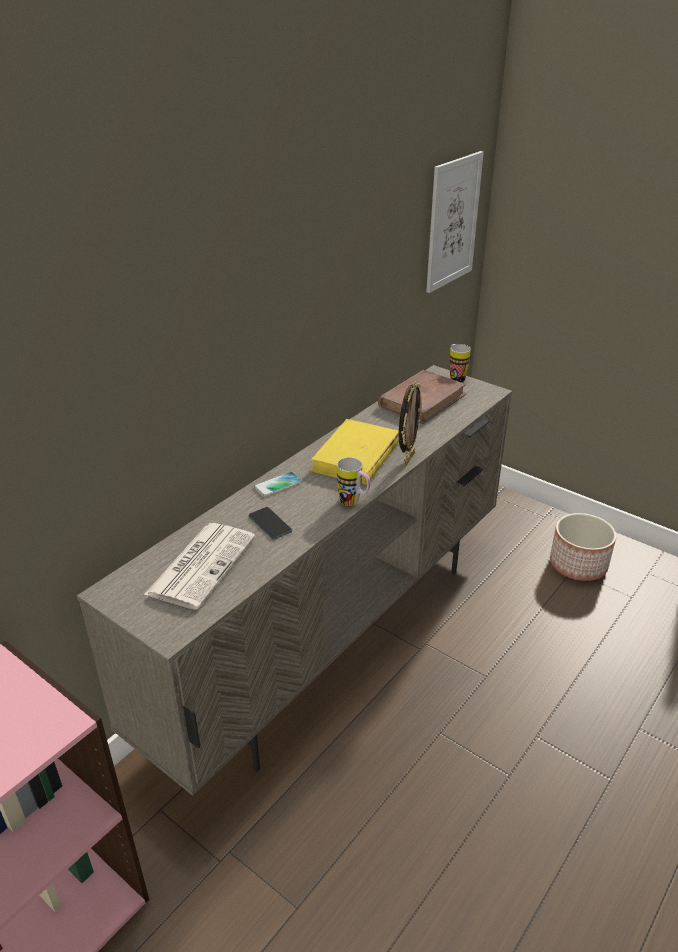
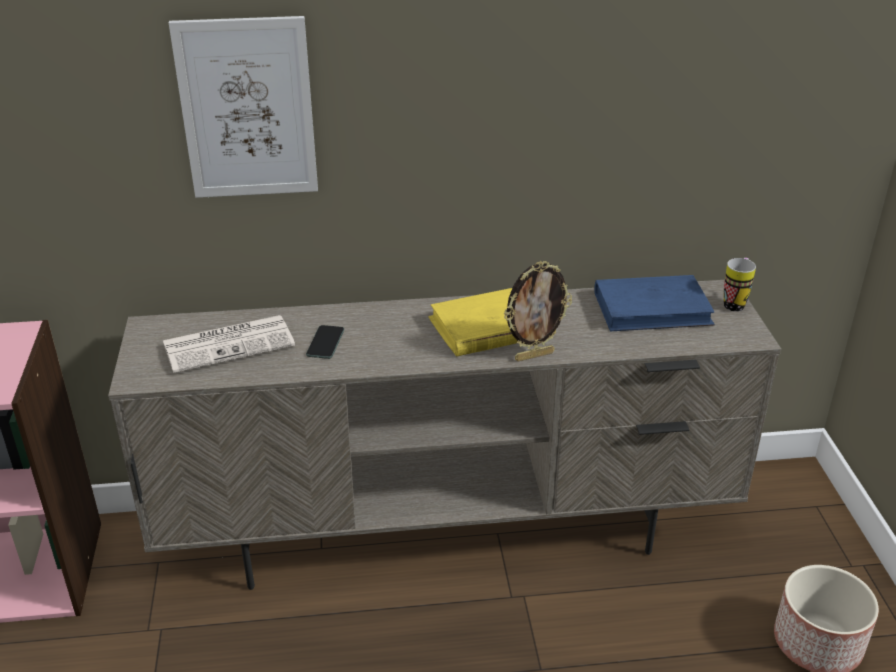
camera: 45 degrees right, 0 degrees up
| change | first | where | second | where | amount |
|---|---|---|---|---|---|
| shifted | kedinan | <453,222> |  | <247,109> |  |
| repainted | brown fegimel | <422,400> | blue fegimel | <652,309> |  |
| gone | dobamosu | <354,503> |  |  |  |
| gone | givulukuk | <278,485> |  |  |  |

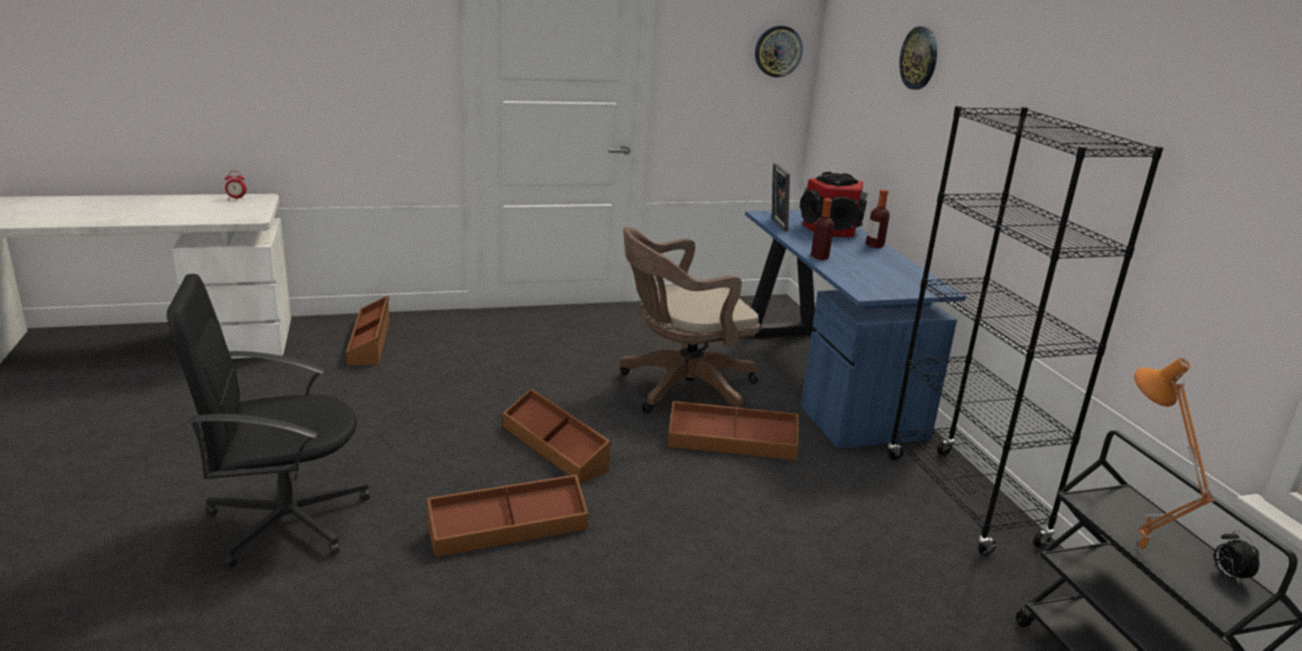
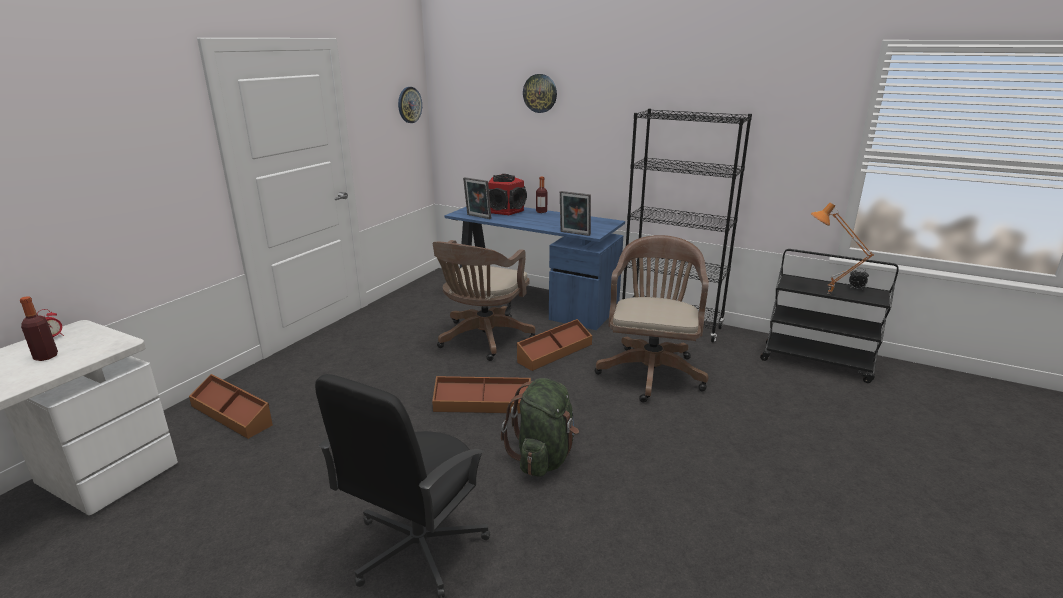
camera: 45 degrees left, 0 degrees up
| change | first | where | second | where | amount |
|---|---|---|---|---|---|
| shifted | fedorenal | <819,257> |  | <46,356> |  |
| swapped | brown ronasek | <508,529> | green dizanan | <543,457> |  |
| new |  |  | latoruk | <574,234> |  |
| new |  |  | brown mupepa | <651,371> |  |

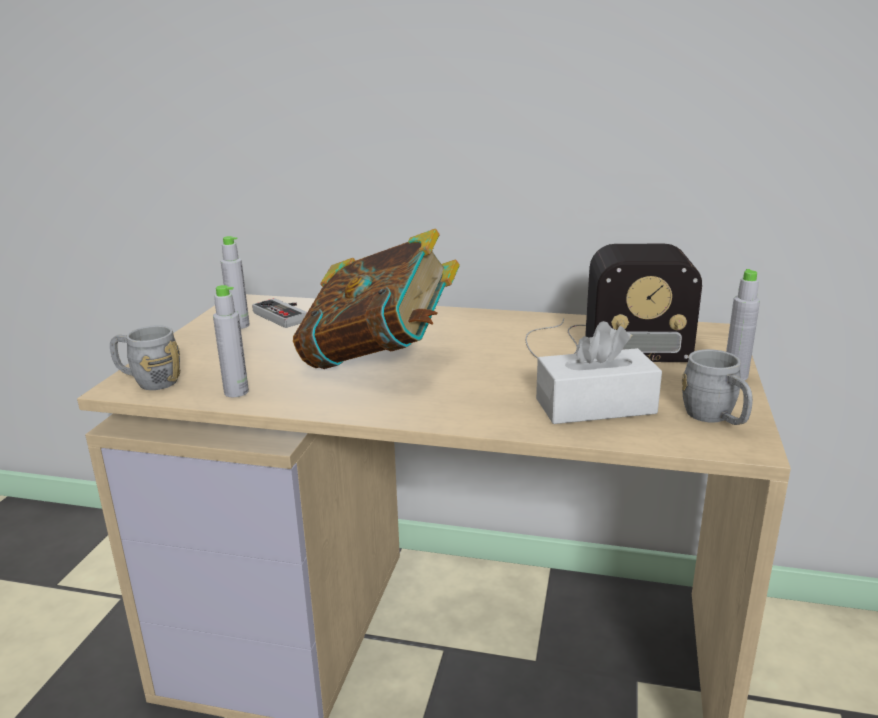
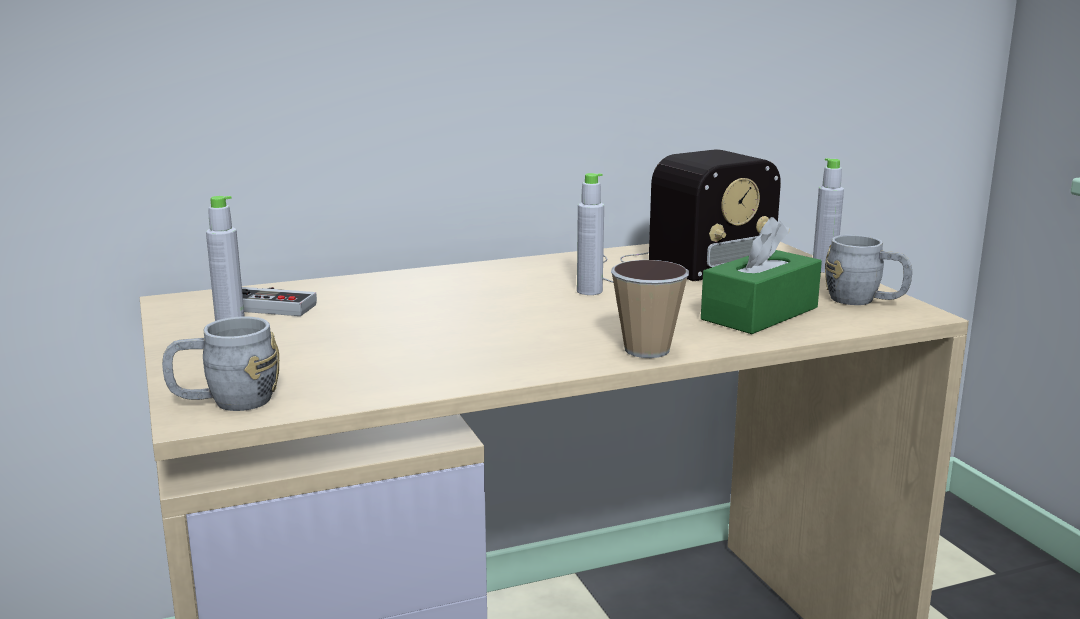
camera: 35 degrees left, 5 degrees down
| change | first | where | second | where | amount |
|---|---|---|---|---|---|
| gone | fegimel | <380,359> |  |  |  |
| shifted | grey fedorenal | <236,392> |  | <589,291> |  |
| repainted | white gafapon | <595,406> | green gafapon | <759,313> |  |
| new |  |  | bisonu | <647,350> |  |

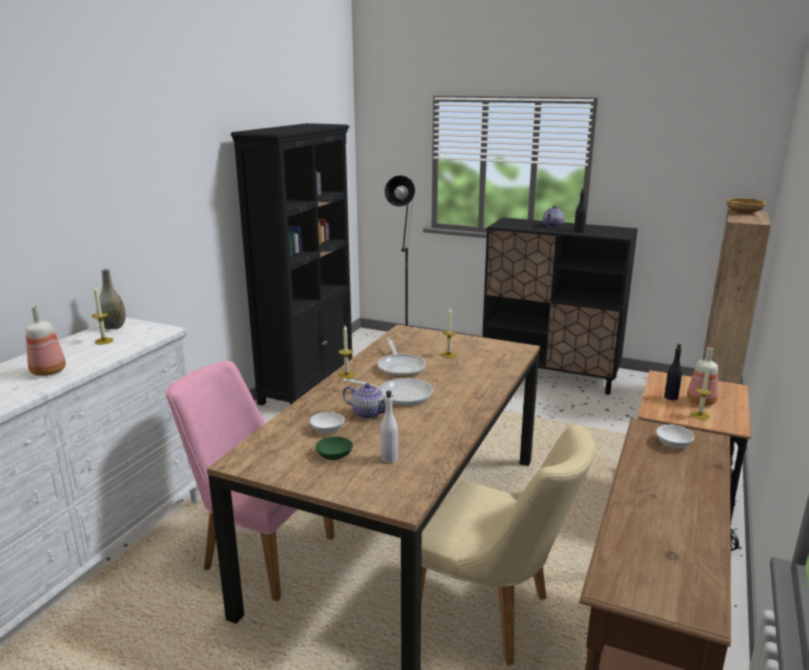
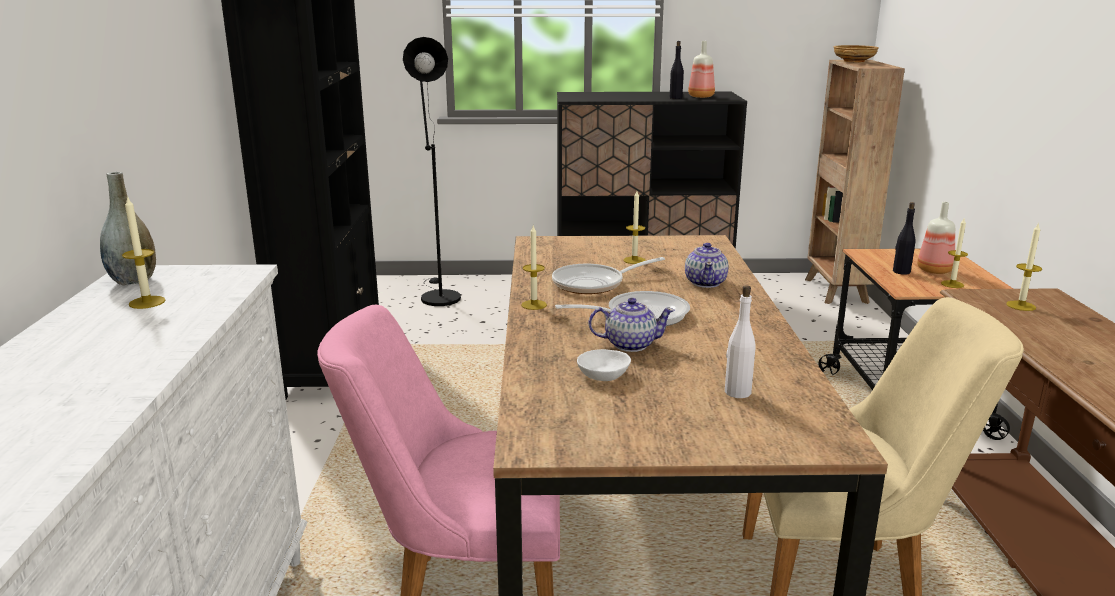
camera: 25 degrees left, 0 degrees up
| change | first | where | second | where | amount |
|---|---|---|---|---|---|
| shifted | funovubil | <553,226> |  | <706,282> |  |
| shifted | fedorenal | <49,371> |  | <701,96> |  |
| rotated | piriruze | <400,367> |  | <594,284> | 105 degrees clockwise |
| swapped | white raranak | <672,443> | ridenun | <1021,306> |  |
| gone | green raranak | <335,454> |  |  |  |

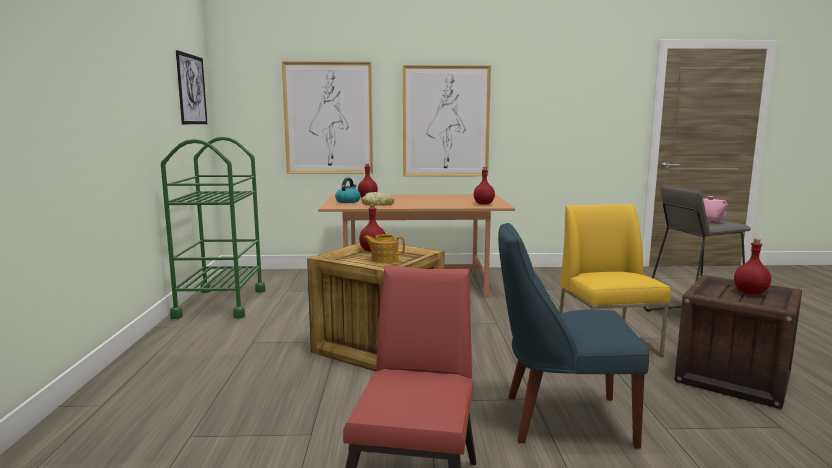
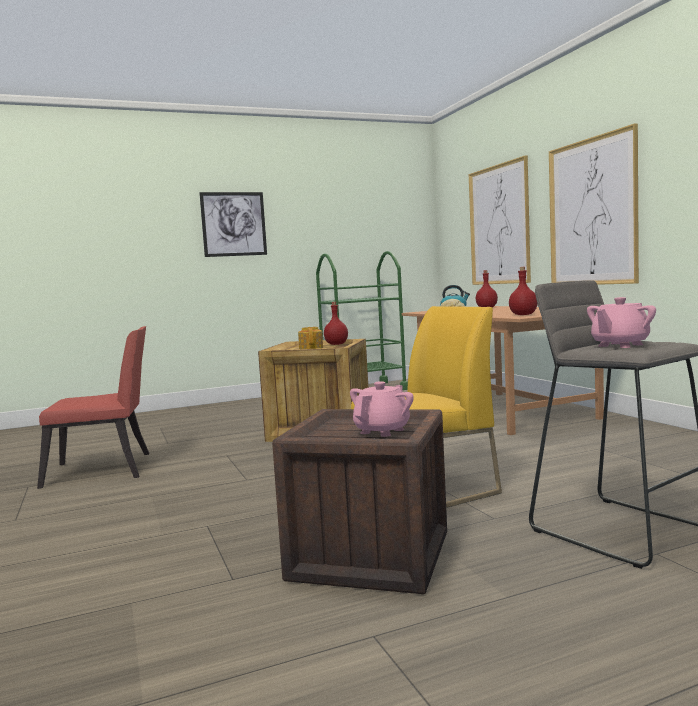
camera: 70 degrees right, 5 degrees down
| change | first | where | second | where | amount |
|---|---|---|---|---|---|
| shifted | kedinan | <191,89> |  | <233,224> |  |
| gone | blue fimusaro | <561,419> |  |  |  |
| swapped | red fedorenal | <751,292> | pink funovubil | <382,431> |  |

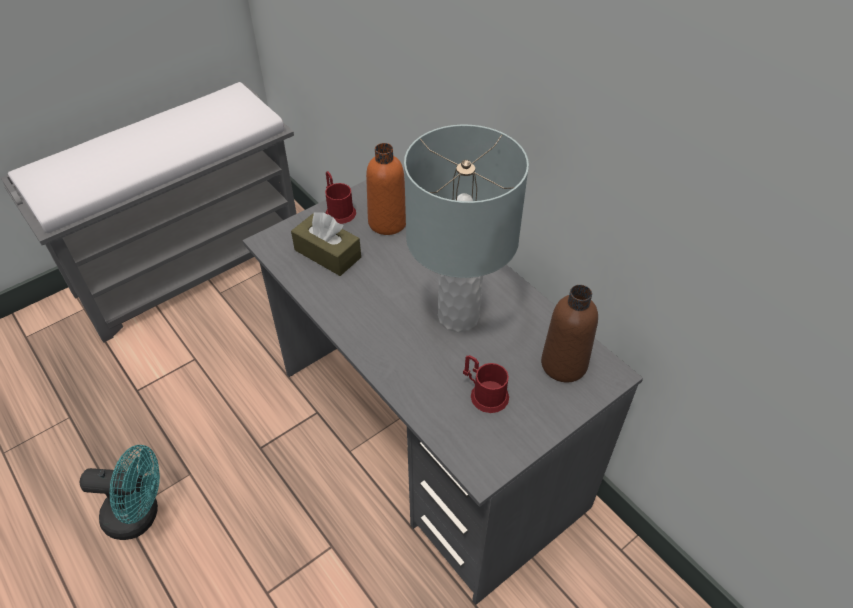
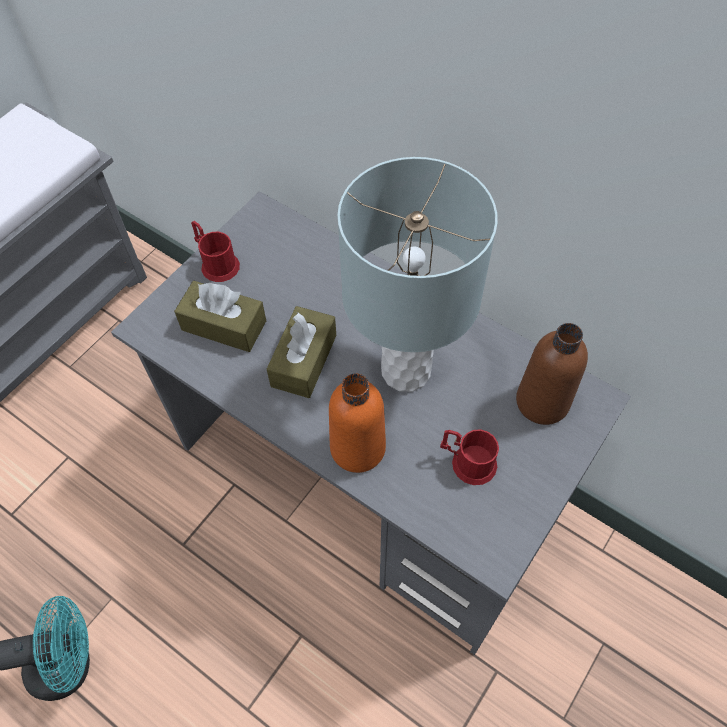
camera: 15 degrees left, 10 degrees up
| change | first | where | second | where | amount |
|---|---|---|---|---|---|
| shifted | orange fedorenal | <387,222> |  | <357,448> |  |
| new |  |  | brown gafapon | <304,360> |  |

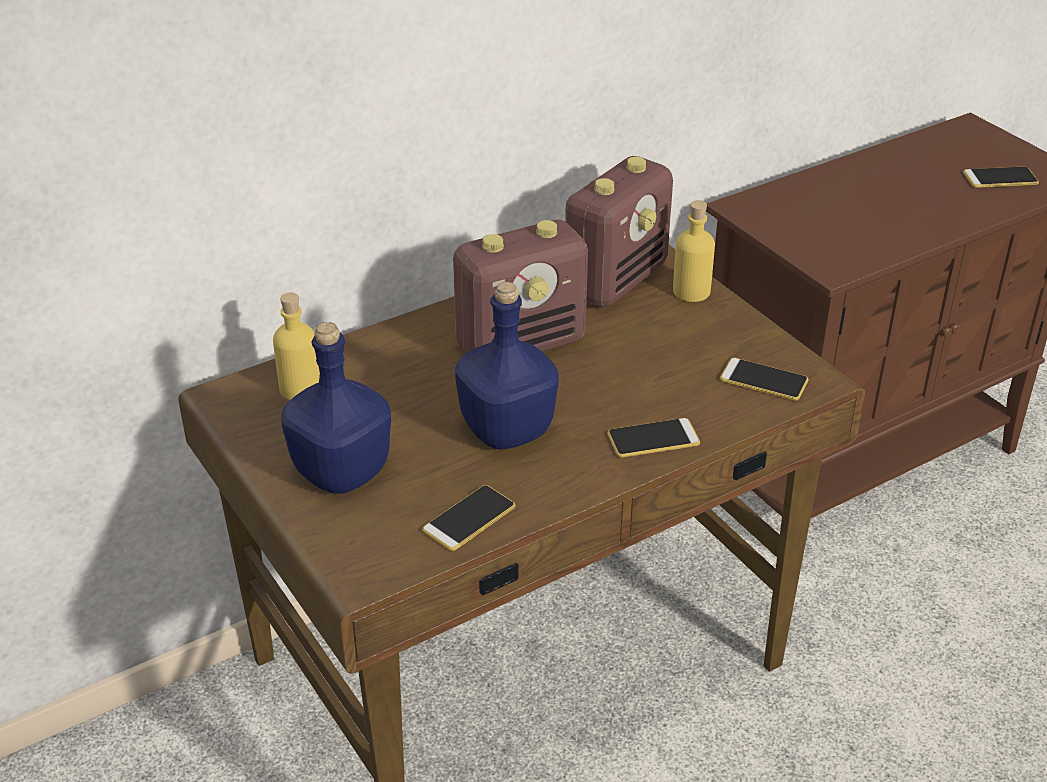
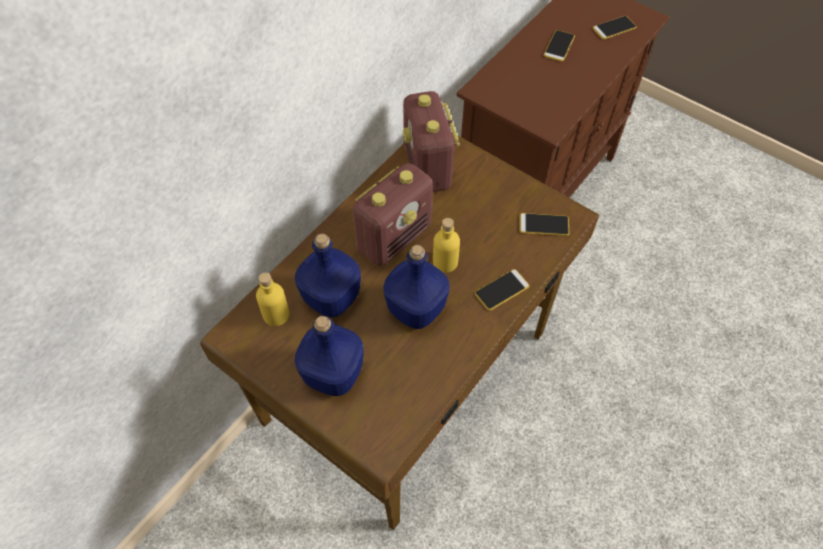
camera: 20 degrees left, 20 degrees up
| change | first | where | second | where | amount |
|---|---|---|---|---|---|
| rotated | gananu | <616,280> |  | <427,168> | 150 degrees clockwise |
| shifted | yellow fedorenal | <691,291> |  | <445,262> |  |
| shifted | givulukuk | <469,519> |  | <559,46> |  |
| new |  |  | blue fedorenal | <331,299> |  |

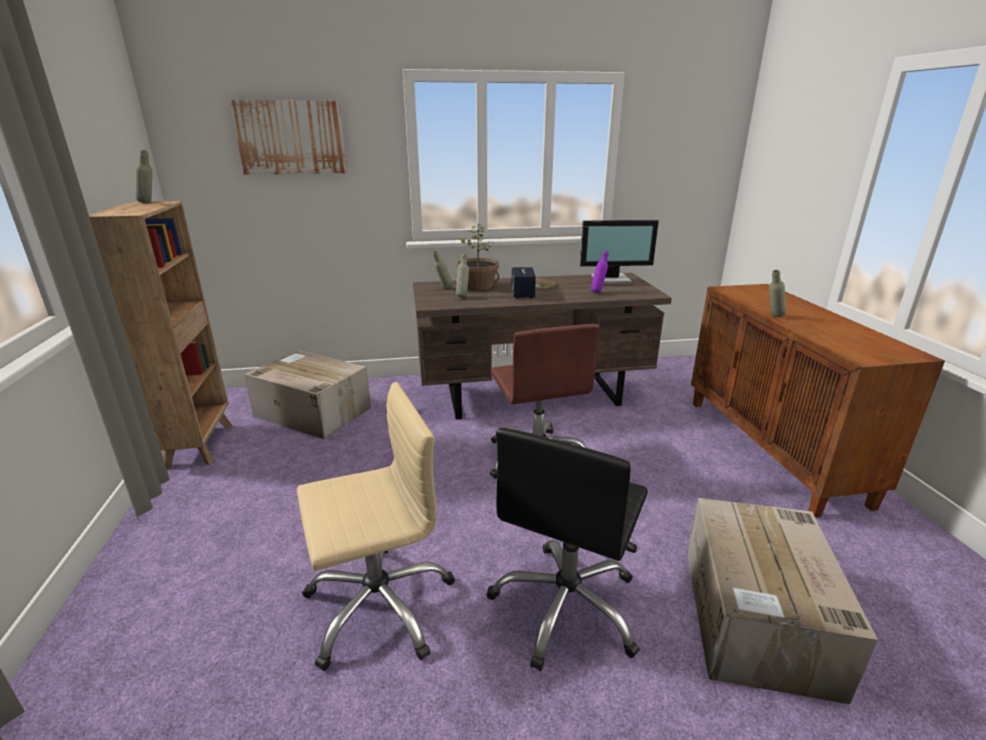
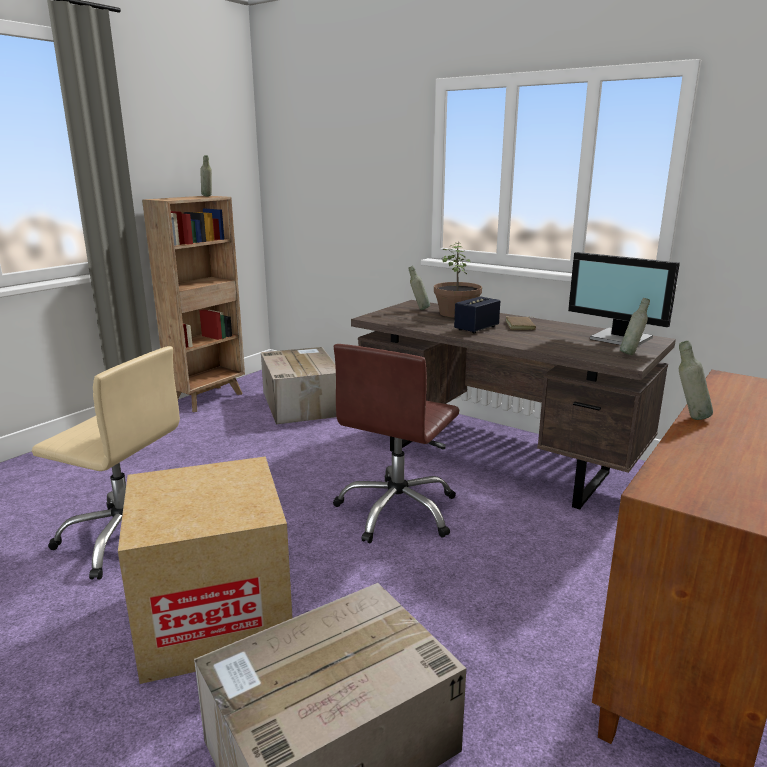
camera: 45 degrees right, 5 degrees down
| change | first | where | second | where | amount |
|---|---|---|---|---|---|
| gone | kedinan | <291,138> |  |  |  |
| gone | purple fedorenal | <598,292> |  |  |  |
| shifted | grey fedorenal | <462,296> |  | <631,354> |  |
| swapped | black mupepa | <566,606> | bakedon | <214,617> |  |

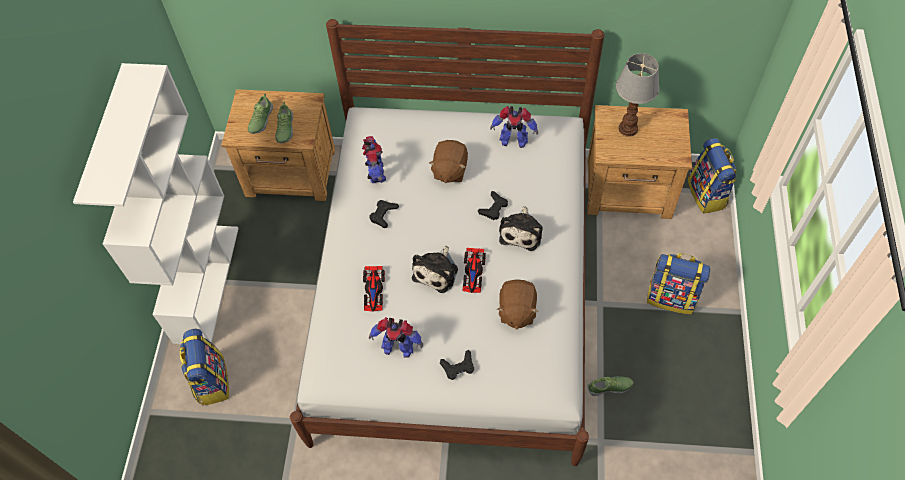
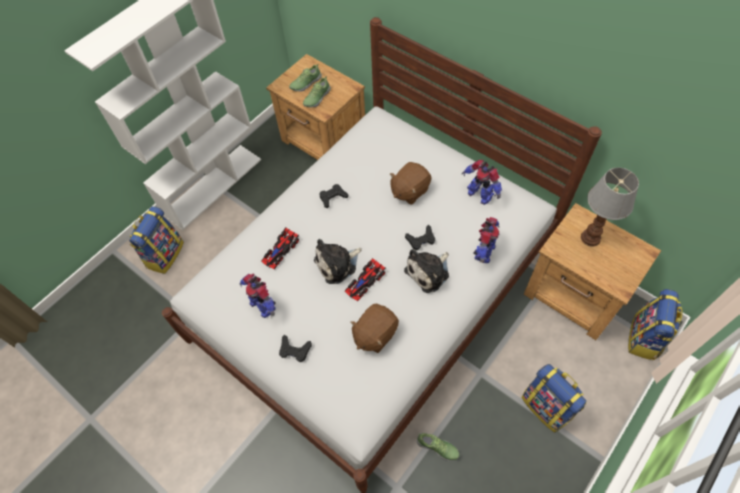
camera: 35 degrees right, 0 degrees up
| change | first | where | second | where | amount |
|---|---|---|---|---|---|
| shifted | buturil | <376,173> |  | <483,252> |  |

